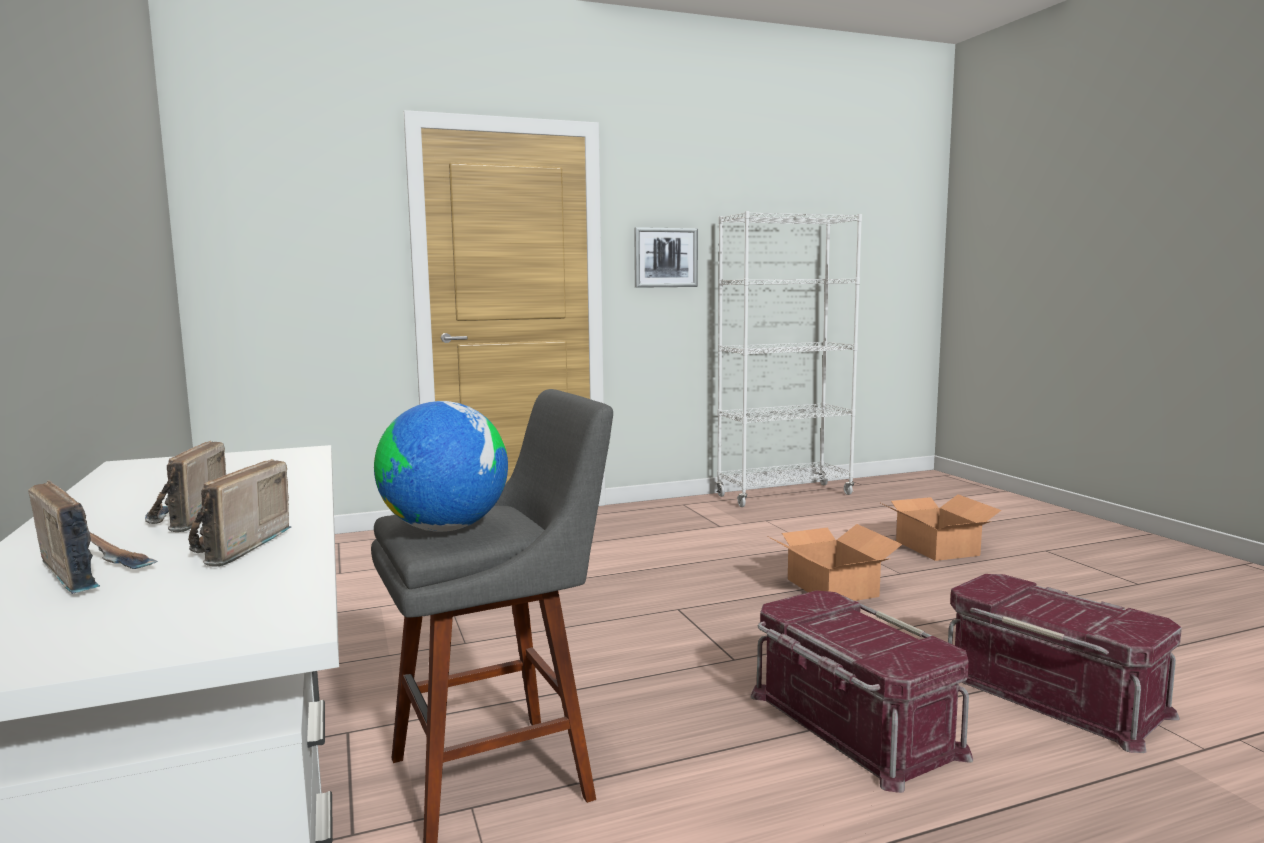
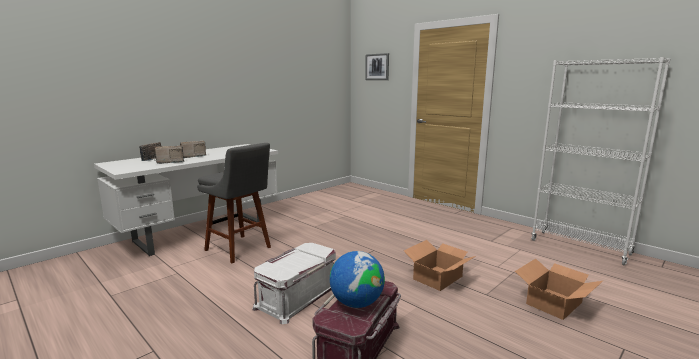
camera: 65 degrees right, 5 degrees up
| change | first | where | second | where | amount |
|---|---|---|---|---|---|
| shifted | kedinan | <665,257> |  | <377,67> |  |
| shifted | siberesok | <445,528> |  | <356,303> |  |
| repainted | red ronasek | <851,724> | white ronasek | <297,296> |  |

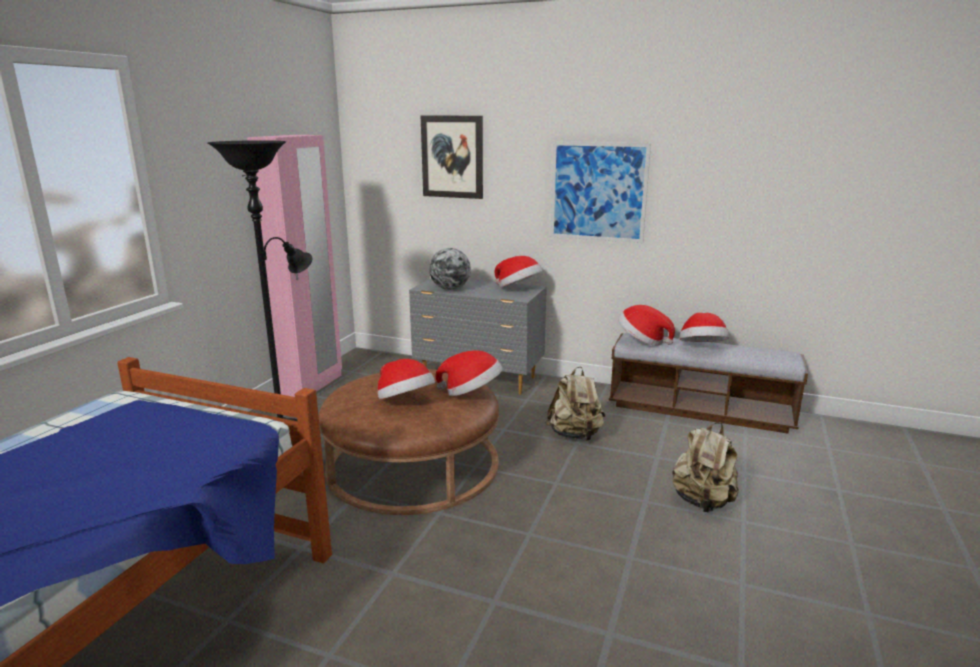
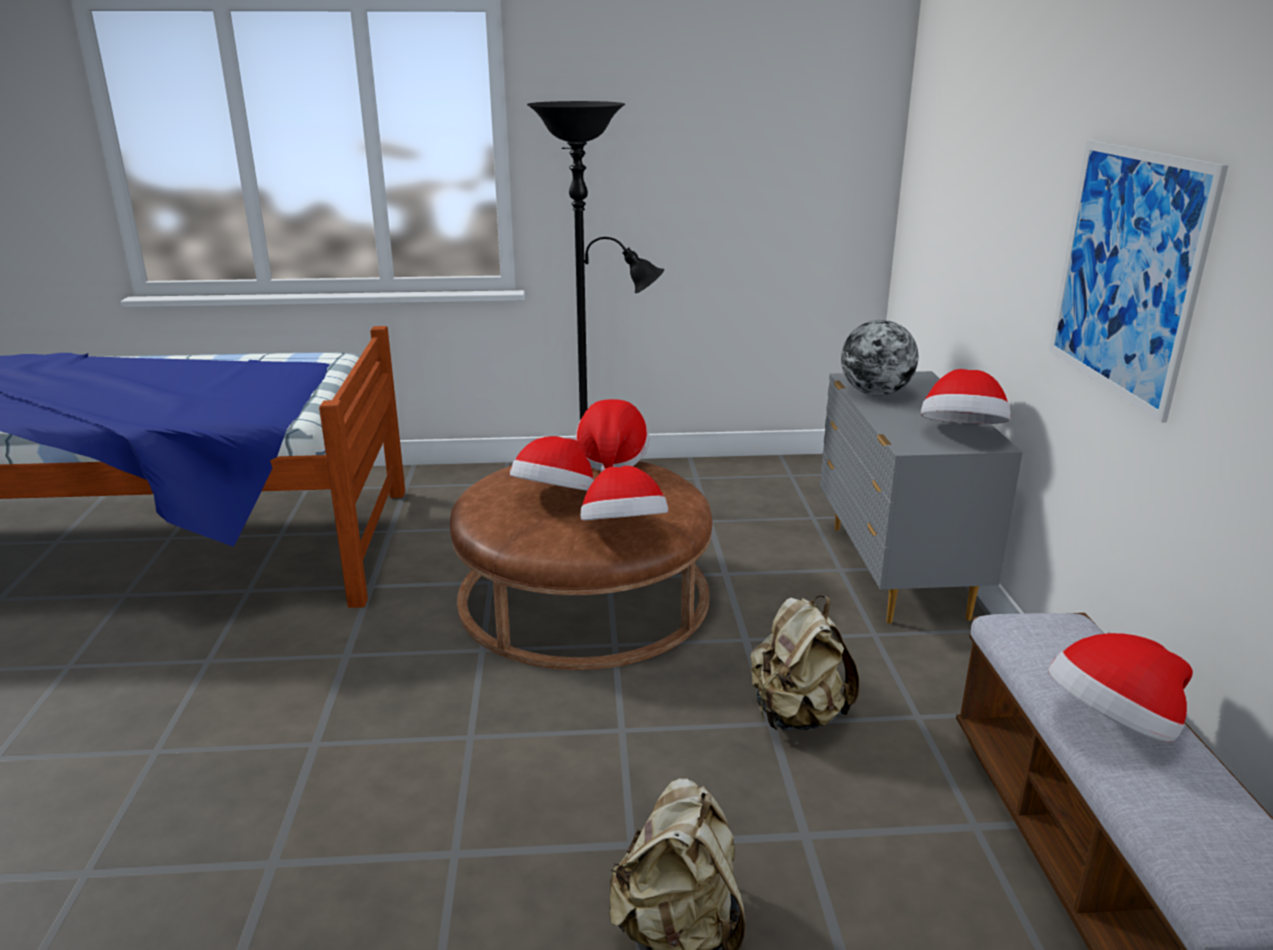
camera: 65 degrees right, 5 degrees up
| change | first | where | second | where | amount |
|---|---|---|---|---|---|
| gone | kedinan | <452,157> |  |  |  |
| gone | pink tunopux | <312,386> |  |  |  |
| shifted | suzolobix | <642,341> |  | <611,459> |  |

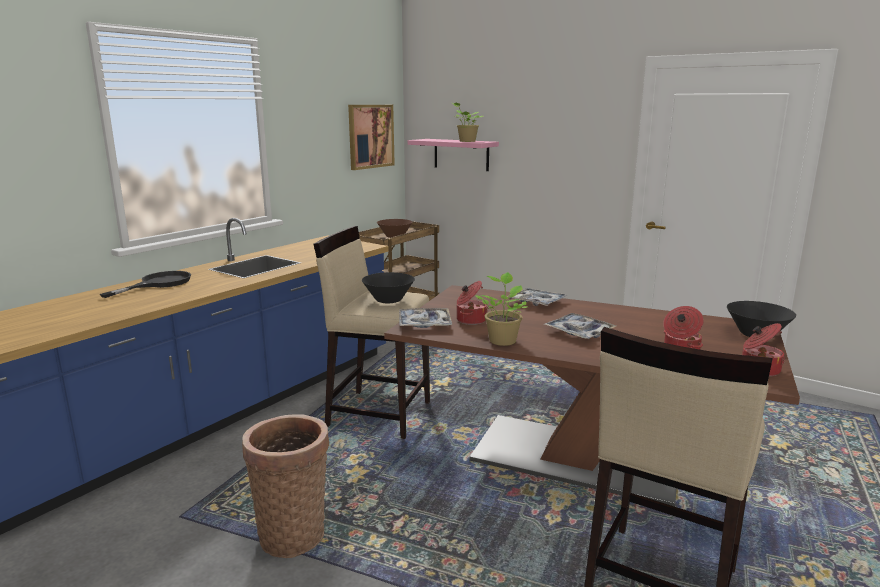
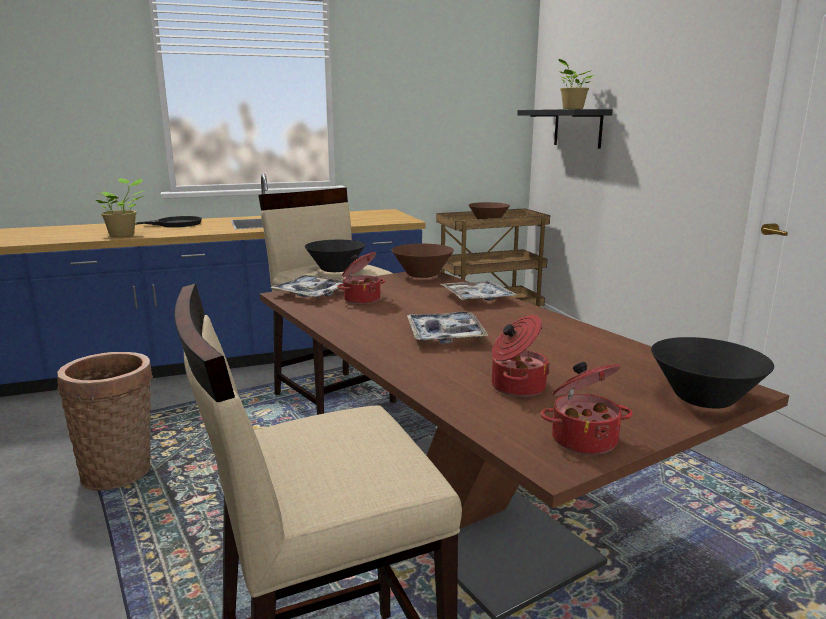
camera: 35 degrees right, 0 degrees up
| change | first | where | second | where | amount |
|---|---|---|---|---|---|
| gone | kedinan | <370,136> |  |  |  |
| repainted | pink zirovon | <461,154> | black zirovon | <577,128> |  |
| shifted | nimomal | <502,340> |  | <124,234> |  |
| new |  |  | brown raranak | <422,275> |  |

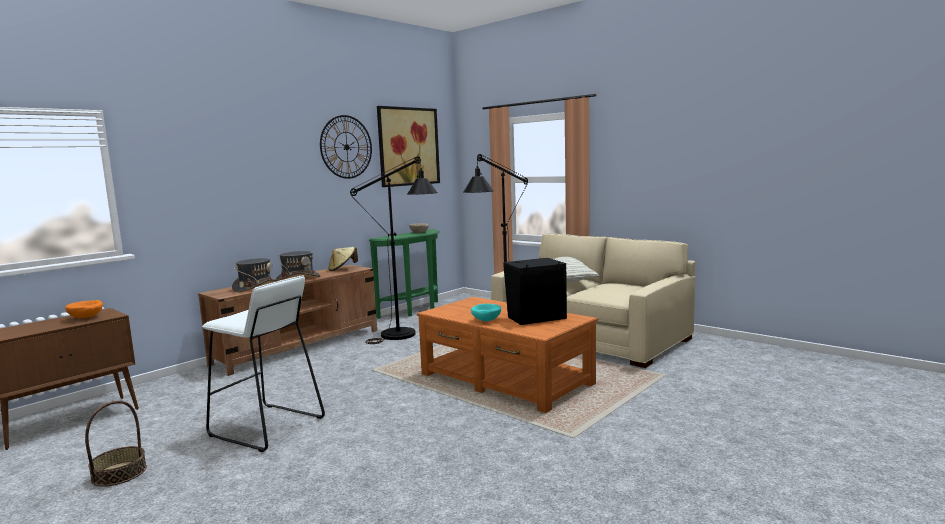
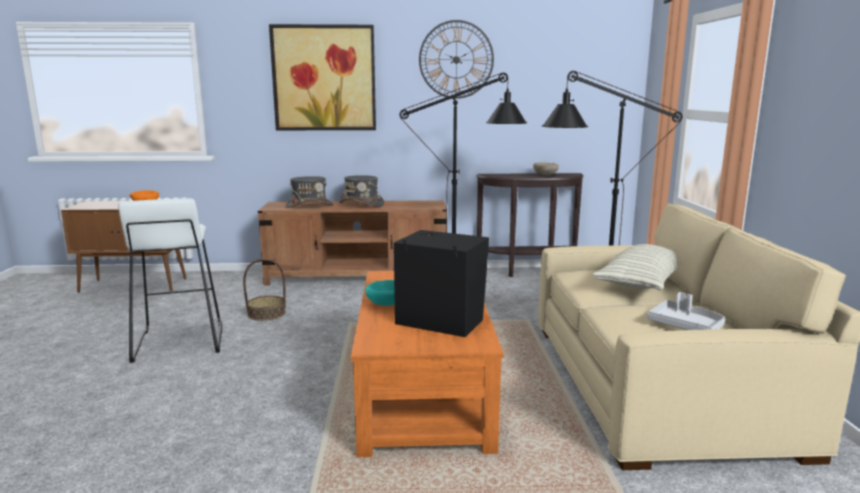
camera: 45 degrees right, 5 degrees up
| change | first | where | second | where | amount |
|---|---|---|---|---|---|
| shifted | kedinan | <408,146> |  | <324,78> |  |
| repainted | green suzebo | <414,310> | brown suzebo | <528,272> |  |
| gone | beige suzolobix | <342,269> |  |  |  |
| shifted | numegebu | <119,473> |  | <266,313> |  |
| new |  |  | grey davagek | <685,326> |  |

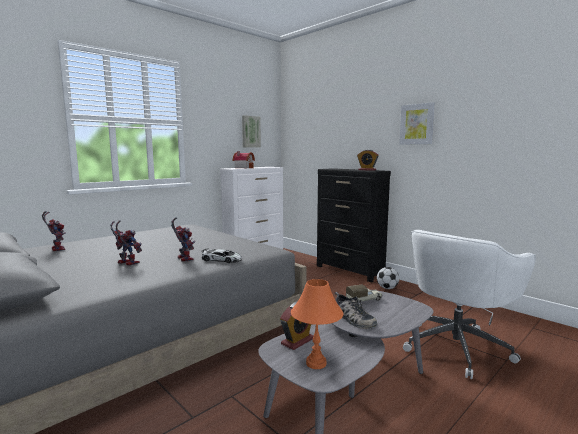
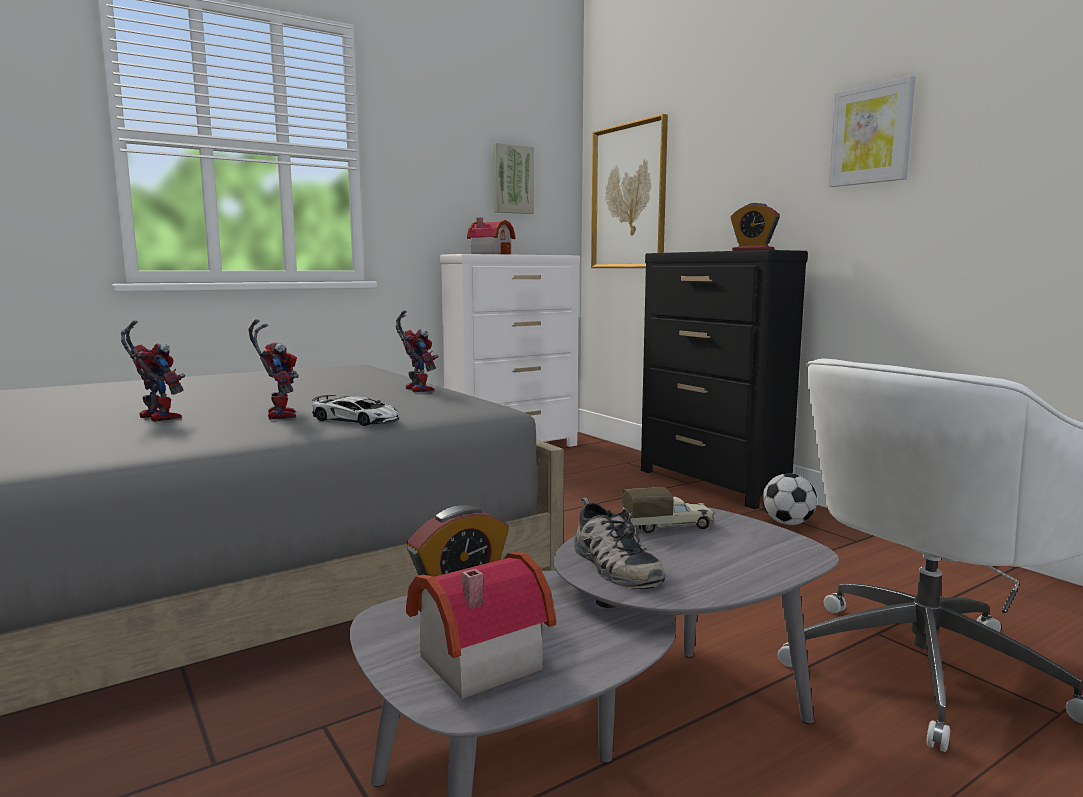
camera: 10 degrees right, 0 degrees up
| change | first | where | second | where | amount |
|---|---|---|---|---|---|
| shifted | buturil | <56,249> |  | <415,389> |  |
| swapped | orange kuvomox | <316,363> | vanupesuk | <473,660> |  |
| new |  |  | kedinan | <629,197> |  |

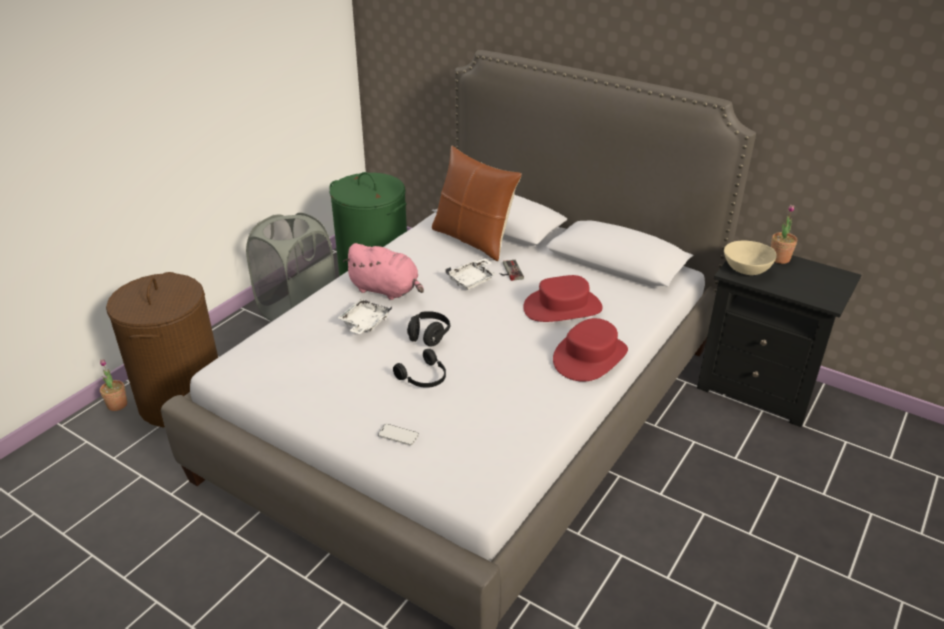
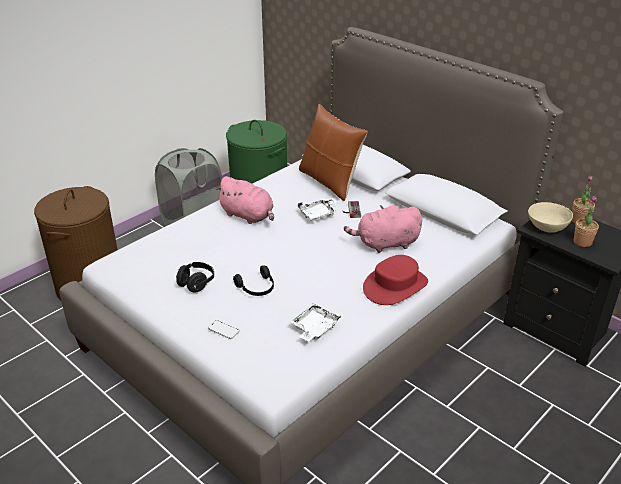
camera: 10 degrees right, 0 degrees up
| change | first | where | second | where | amount |
|---|---|---|---|---|---|
| swapped | red suzolobix | <562,308> | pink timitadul | <385,244> |  |
| shifted | white davagek | <364,323> |  | <314,328> |  |
| shifted | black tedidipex | <428,336> |  | <196,283> |  |
| shifted | nimomal | <117,405> |  | <582,242> |  |

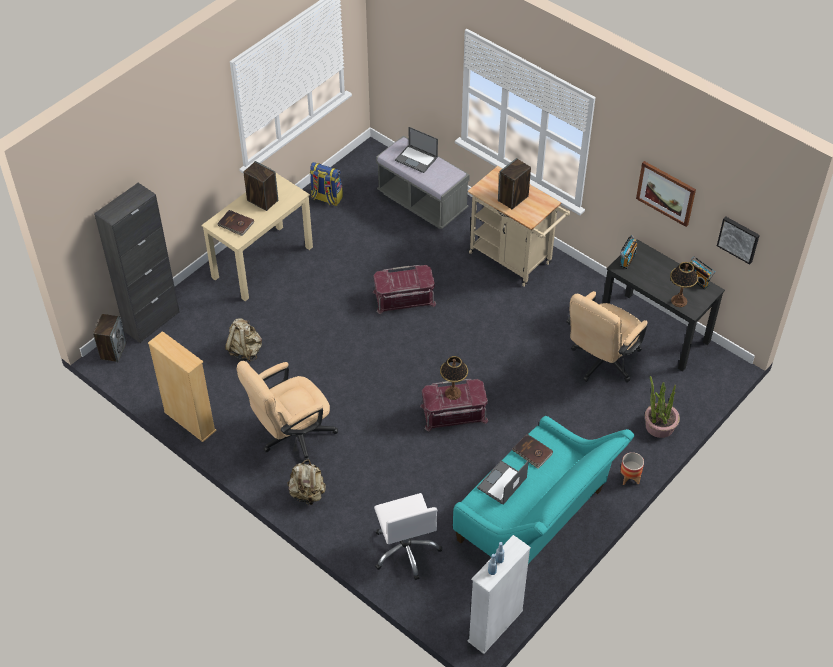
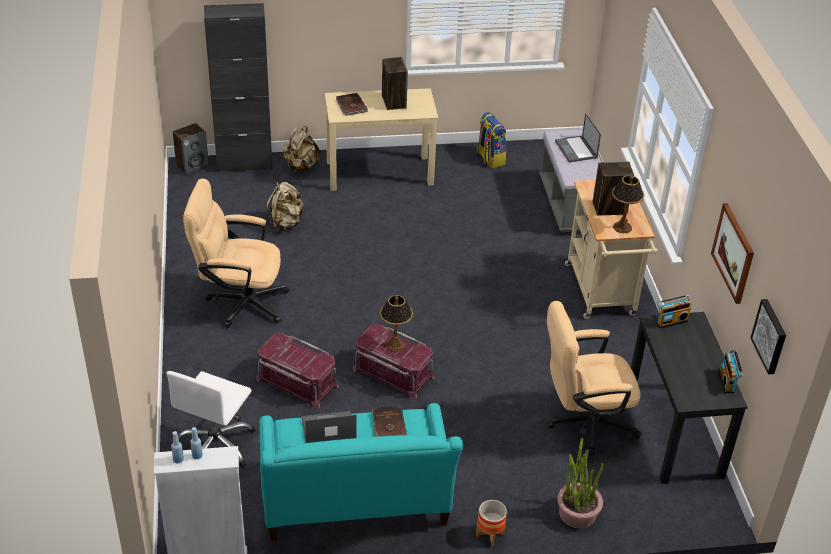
camera: 40 degrees right, 10 degrees down
| change | first | where | second | where | amount |
|---|---|---|---|---|---|
| shifted | kuvomox | <679,301> |  | <622,227> |  |
| shifted | red ronasek | <404,298> |  | <296,382> |  |
| gone | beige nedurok | <190,421> |  |  |  |
| shifted | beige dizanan | <307,493> |  | <301,167> |  |

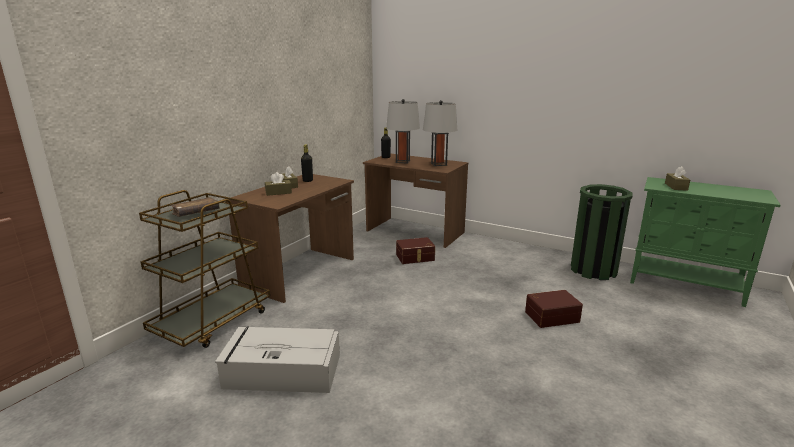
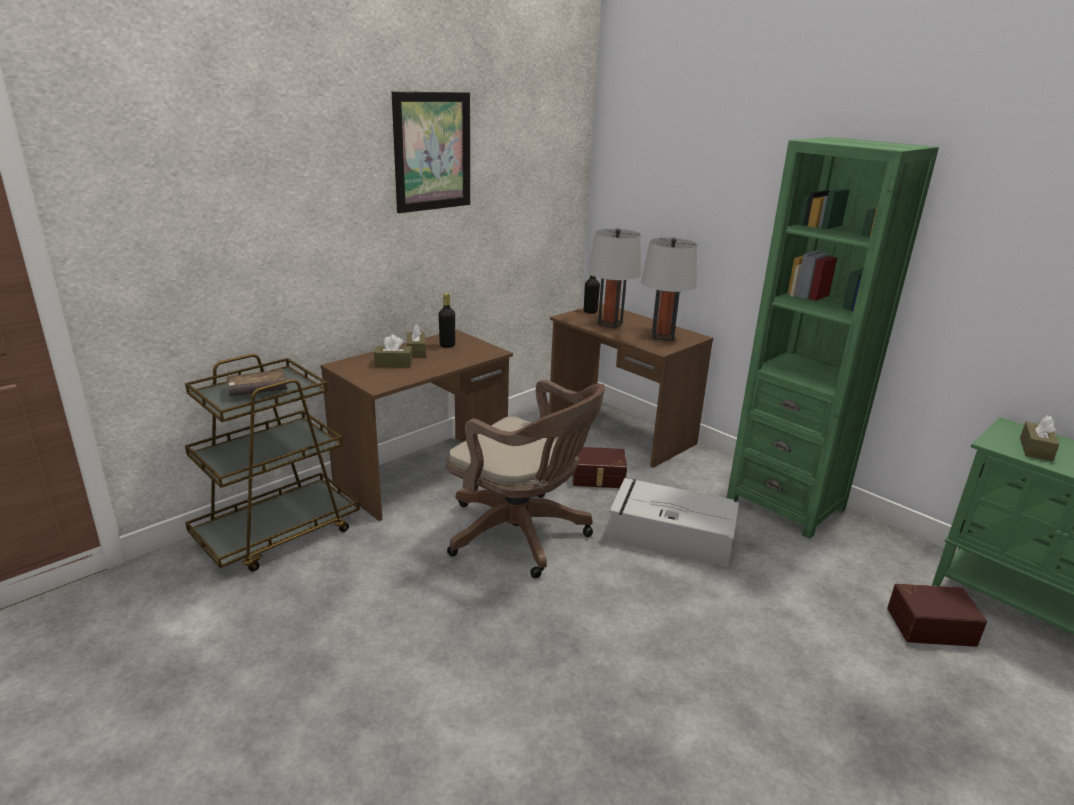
camera: 15 degrees right, 5 degrees up
| change | first | where | second | where | amount |
|---|---|---|---|---|---|
| gone | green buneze | <593,270> |  |  |  |
| shifted | brown ronasek | <551,316> |  | <929,625> |  |
| shifted | grey ronasek | <281,371> |  | <669,534> |  |
| new |  |  | kedinan | <432,152> |  |
| new |  |  | green nedurok | <785,504> |  |
| new |  |  | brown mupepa | <523,535> |  |

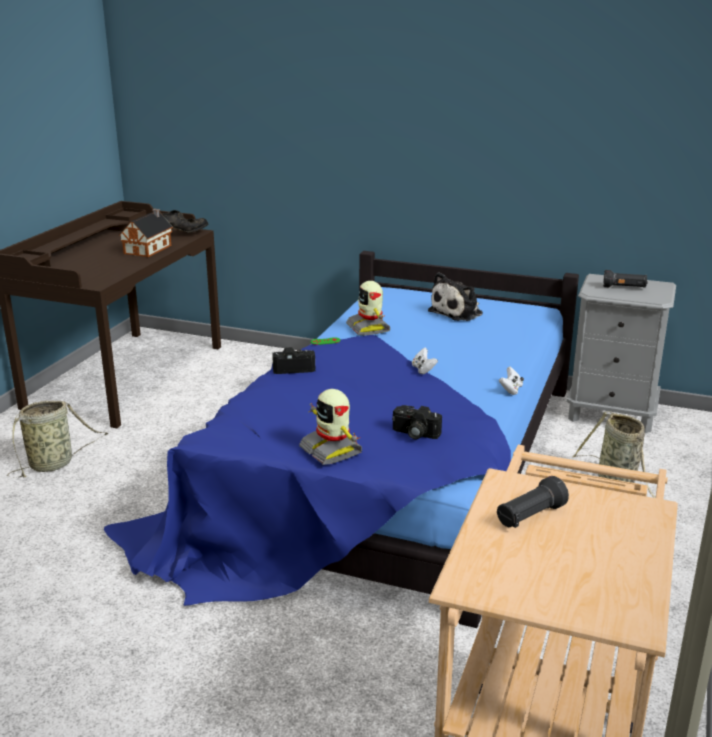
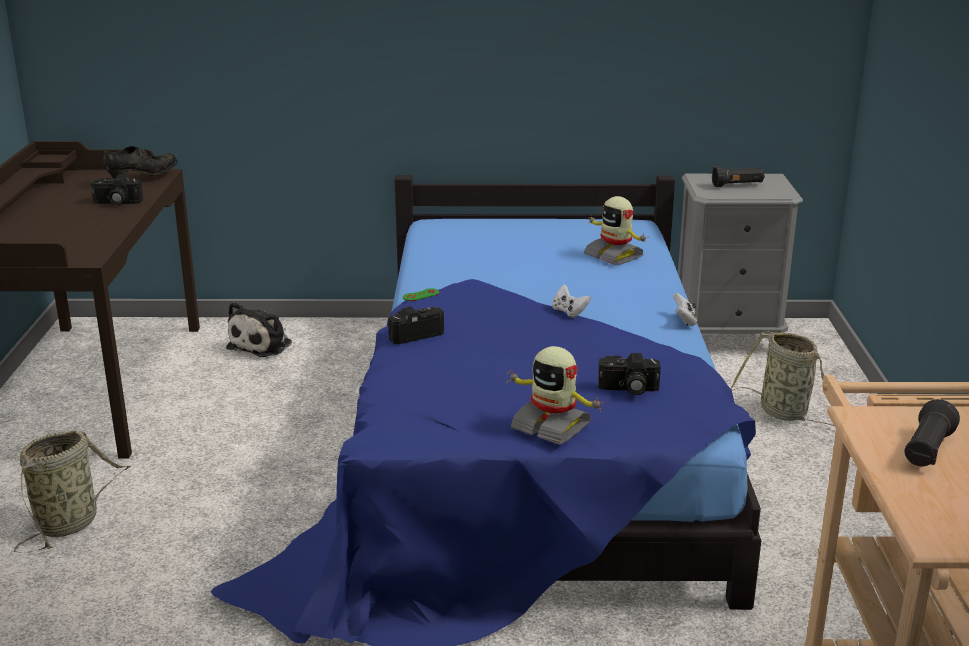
camera: 20 degrees left, 0 degrees up
| change | first | where | second | where | amount |
|---|---|---|---|---|---|
| swapped | vanupesuk | <149,249> | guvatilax | <116,203> |  |
| shifted | timitadul | <458,312> |  | <263,345> |  |
| shifted | buturil | <369,328> |  | <614,255> |  |

